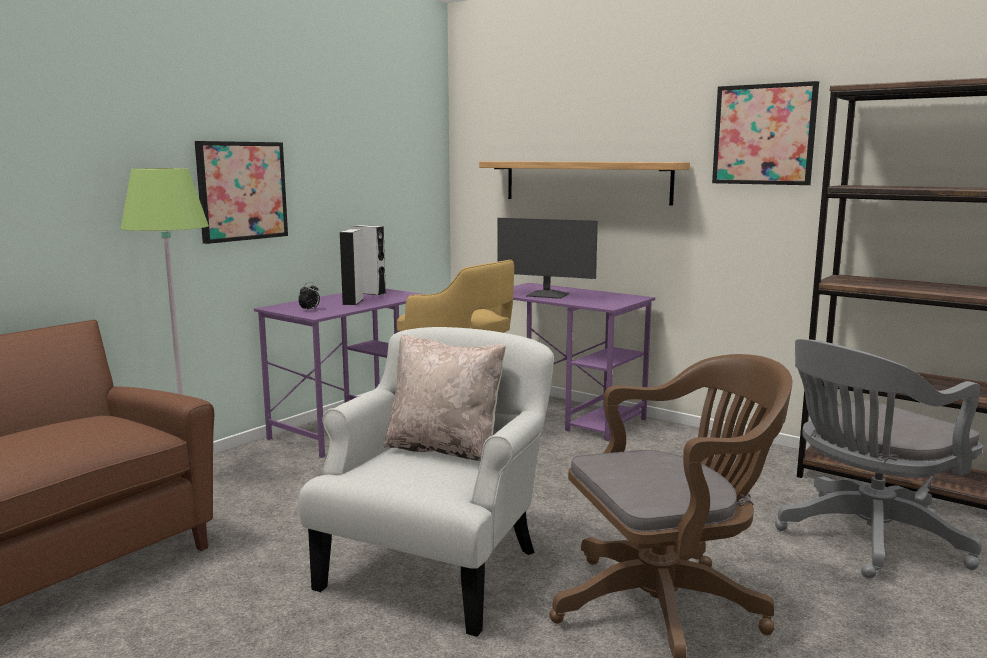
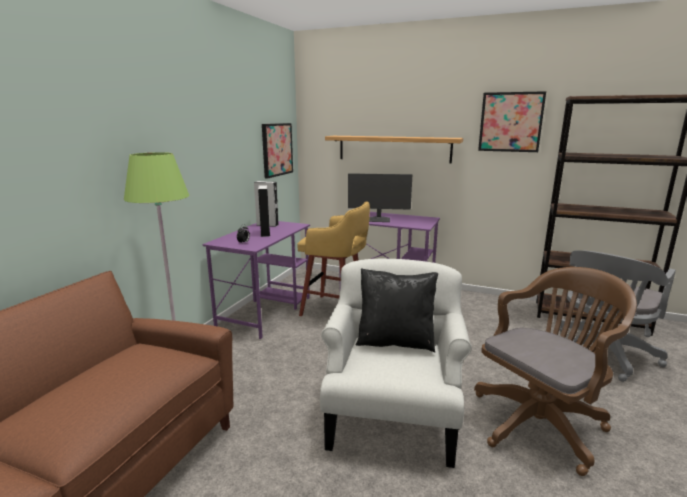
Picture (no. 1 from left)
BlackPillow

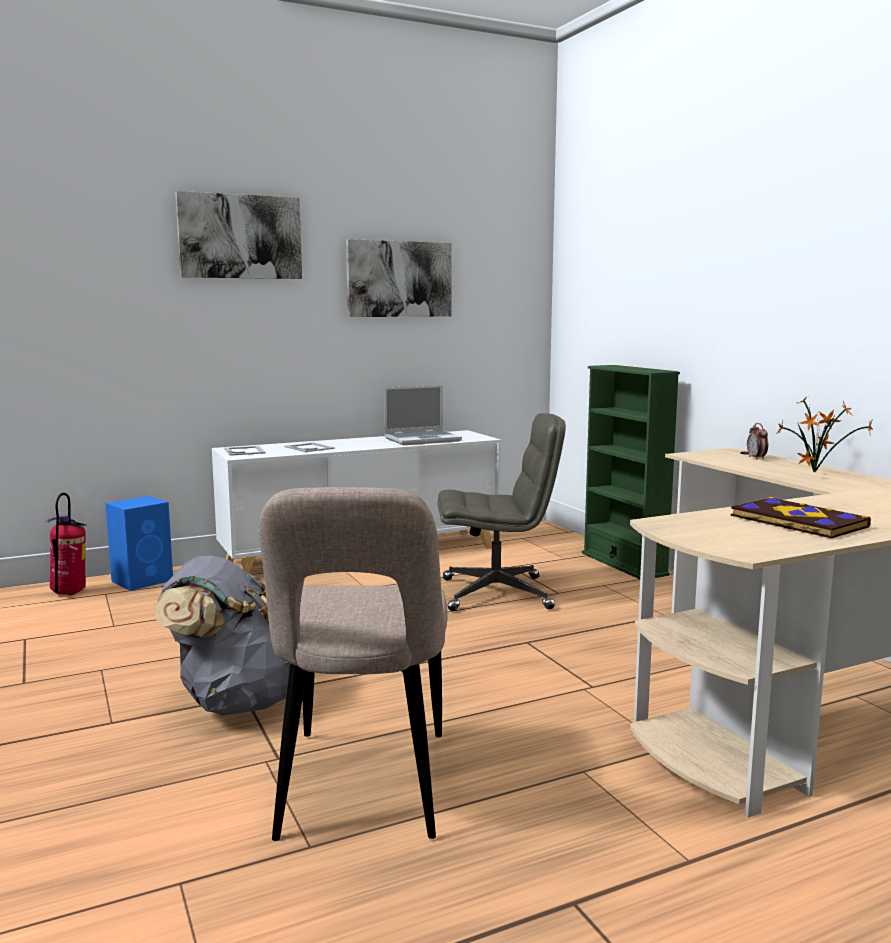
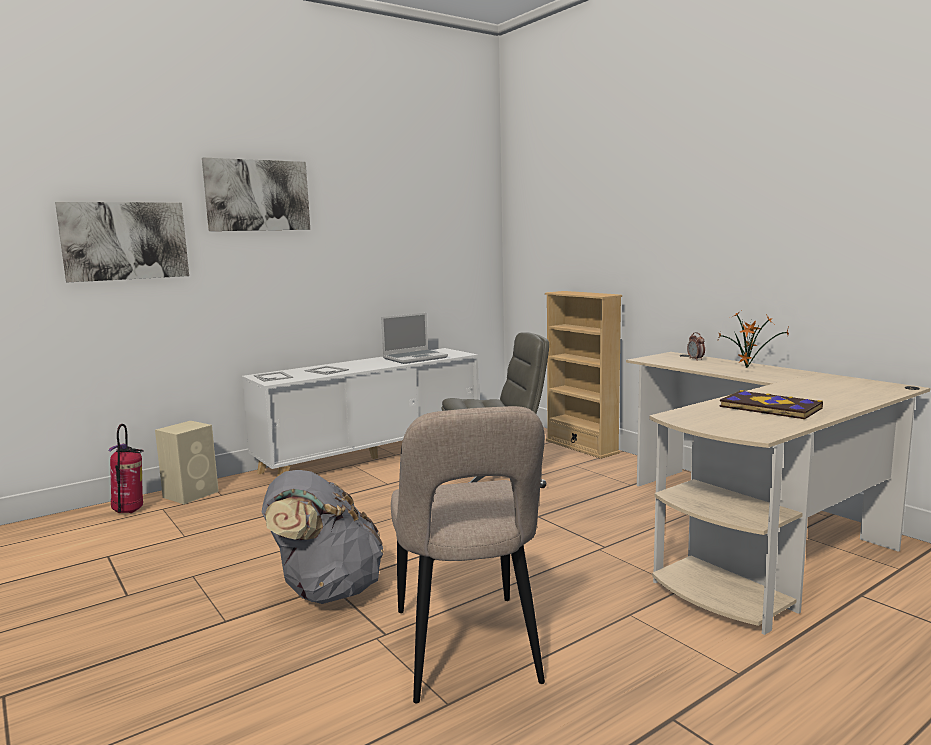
Picture (no. 1 from left)
BeigeBookcase
BeigeSpeaker

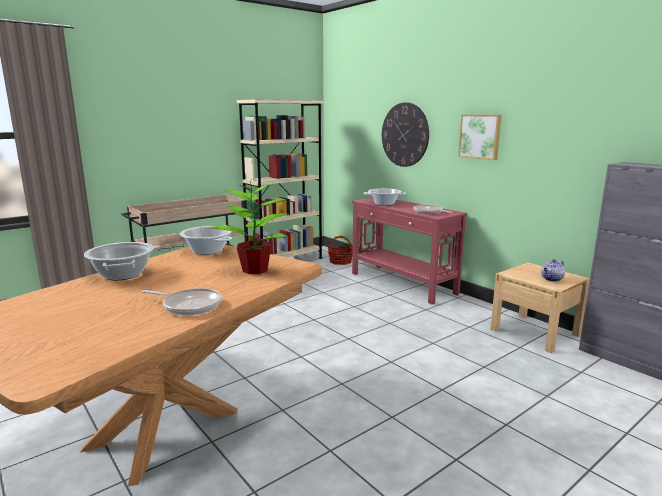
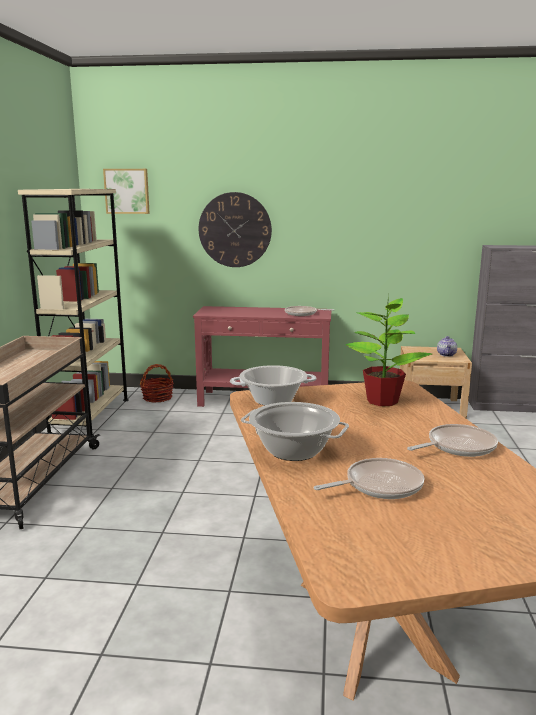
Picture
CookingPot (no. 3 from left in the first image)
FryingPan (no. 2 from left)

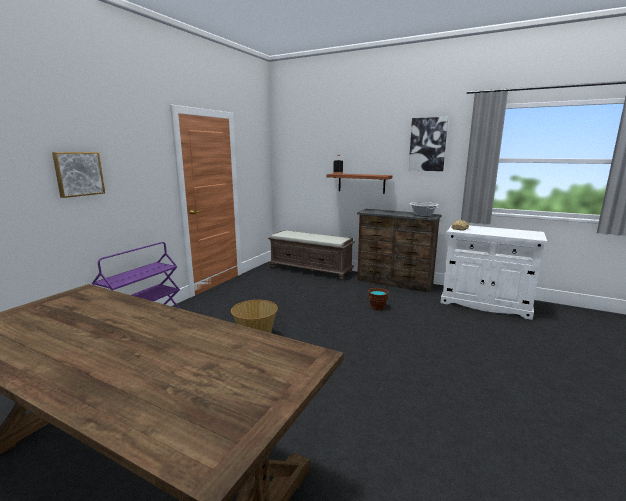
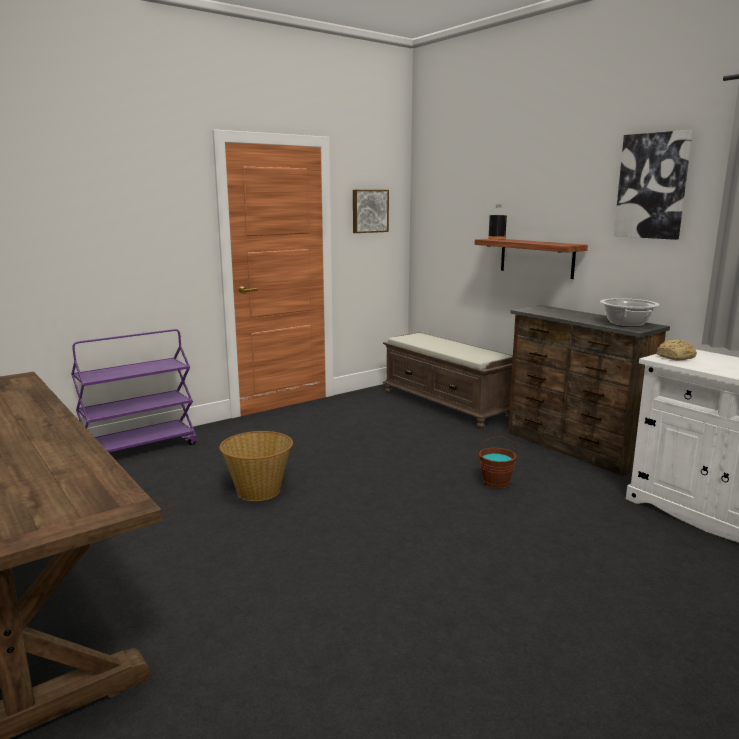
Picture (no. 1 from left)

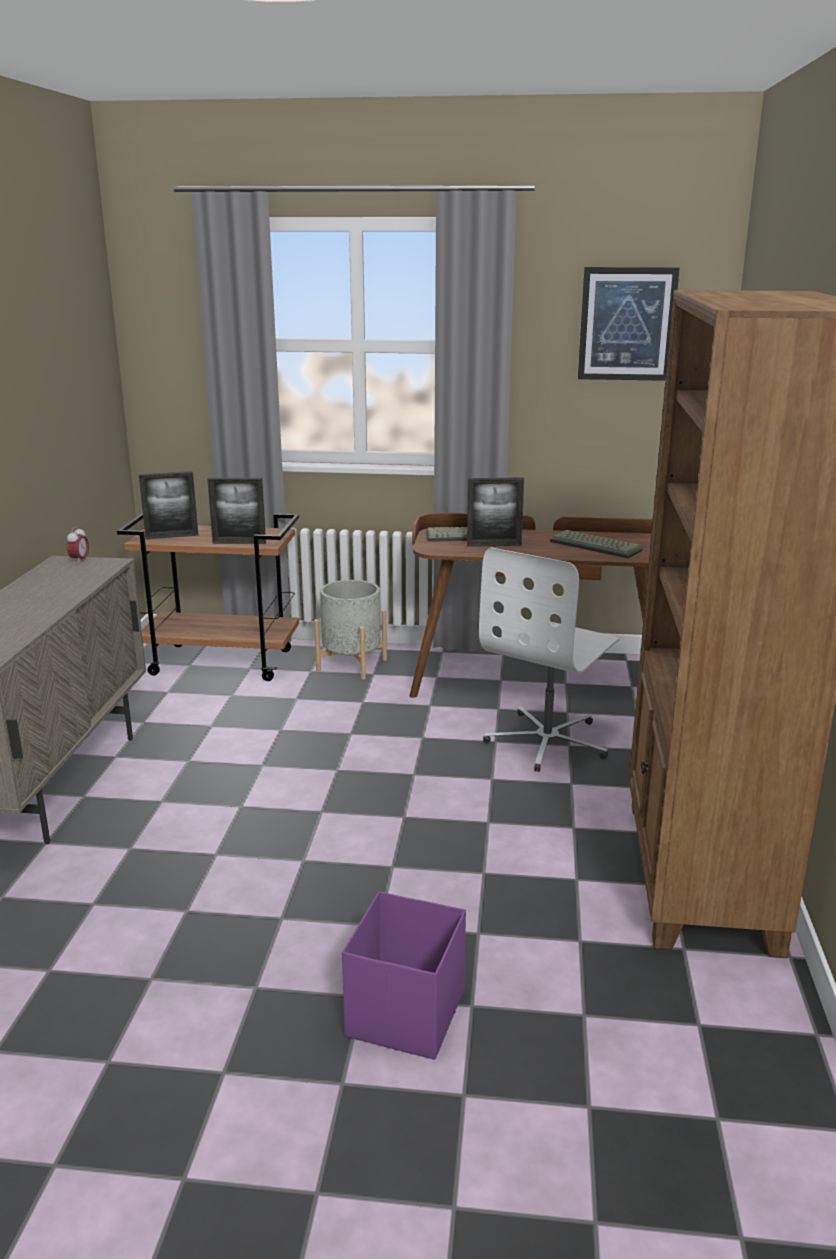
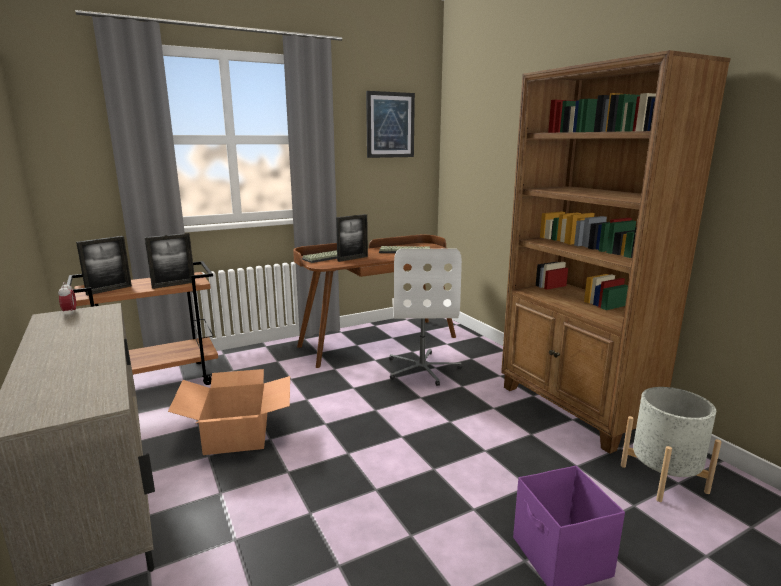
GreyPlanter
CardboardBox

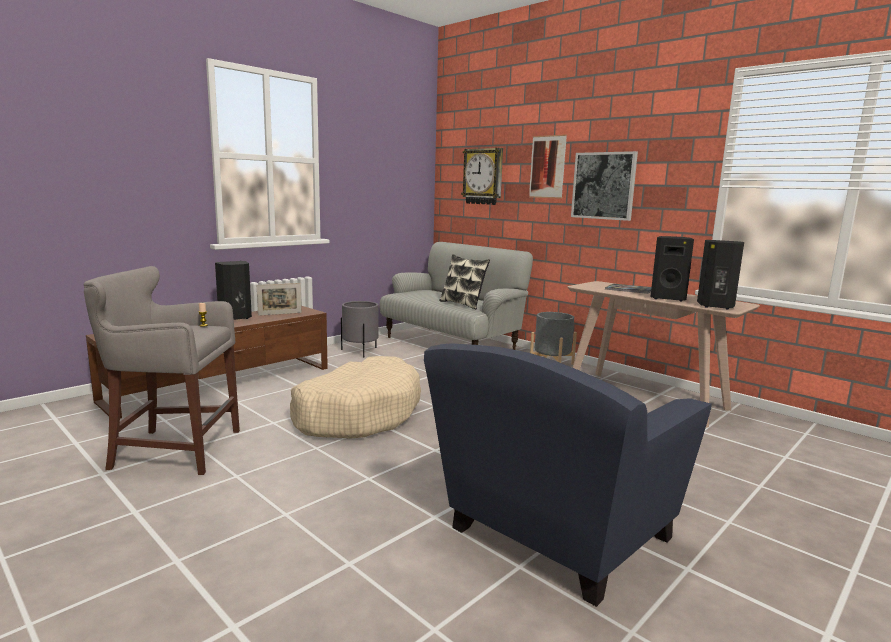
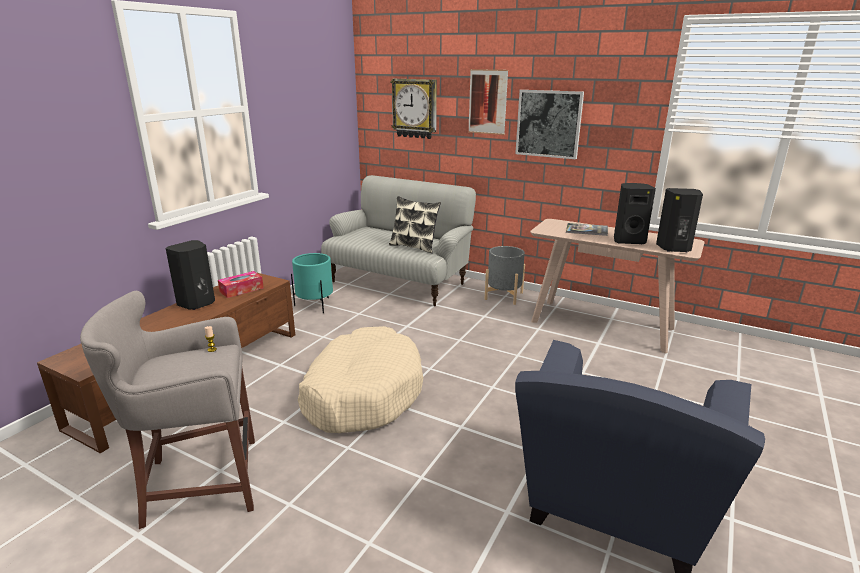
TissueBox
TurquoisePlanter

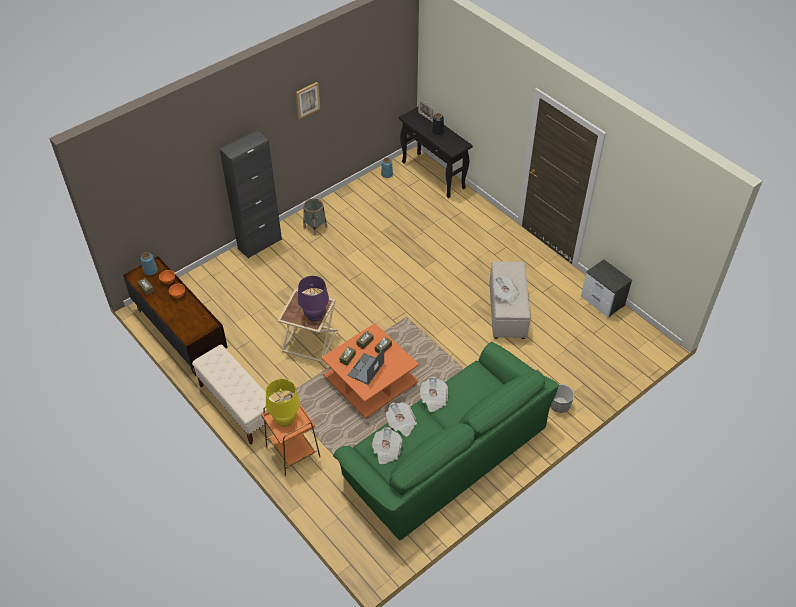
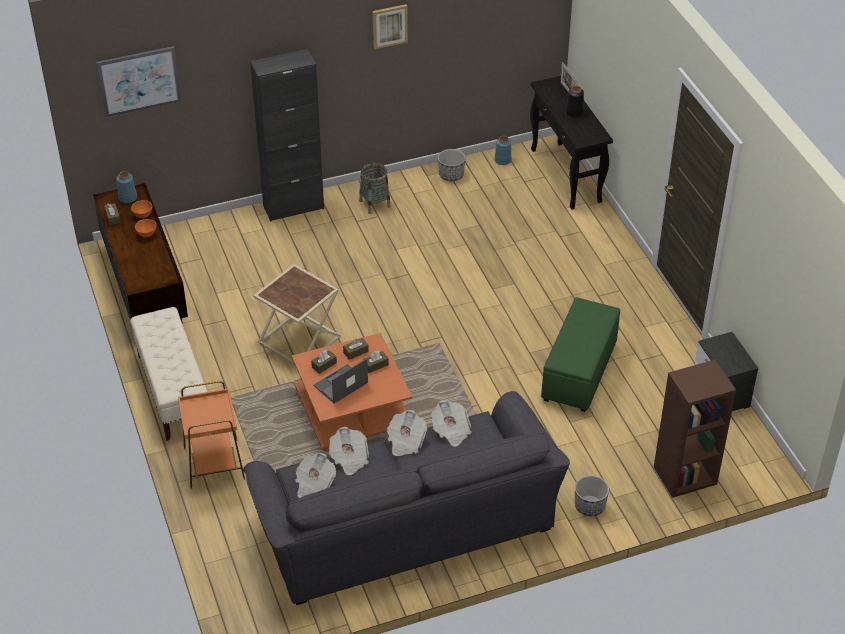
GreenOttoman
PurpleTableLamp
Newspaper (no. 4 from left)
GreySofa
YellowTableLamp
Picture (no. 1 from left)
Planter (no. 1 from left)
BrownBookcase

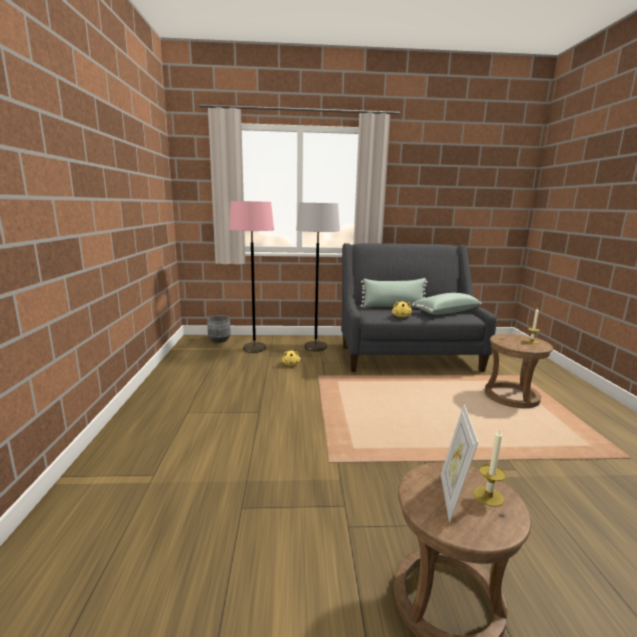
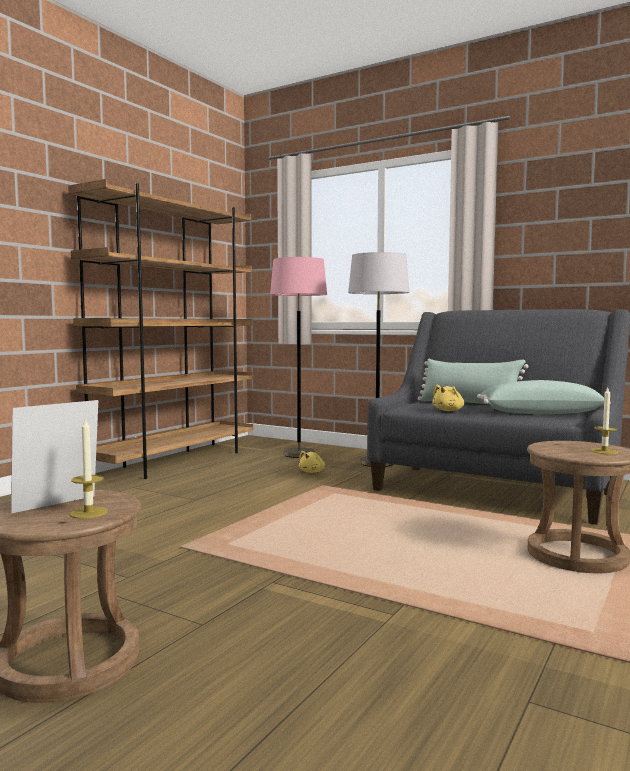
GreyPlanter
BrownBookcase

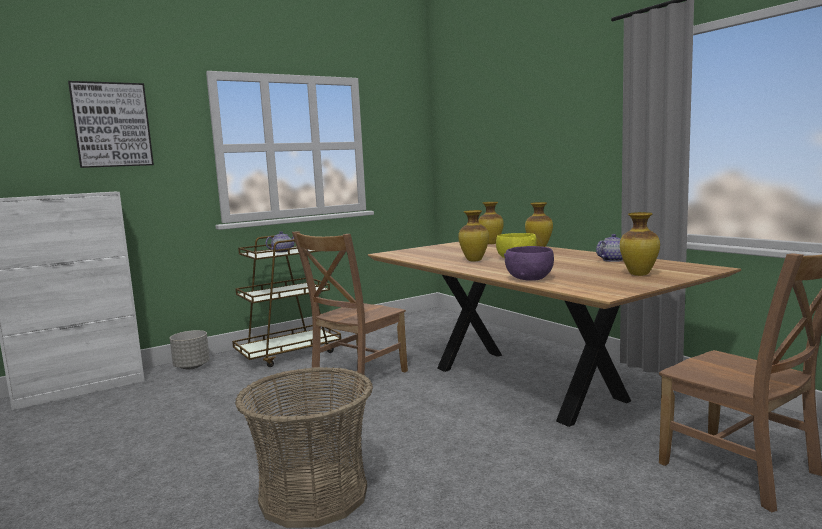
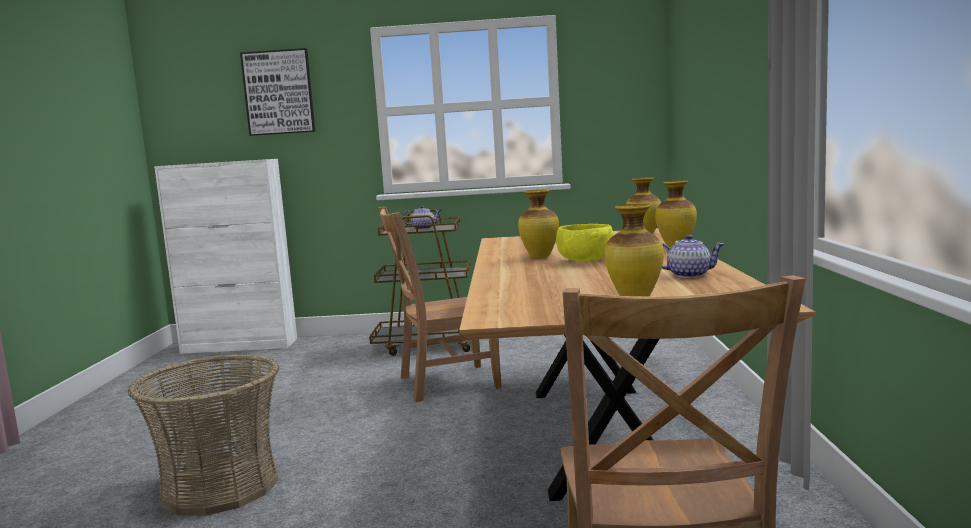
PurpleBowl
GreyPlanter

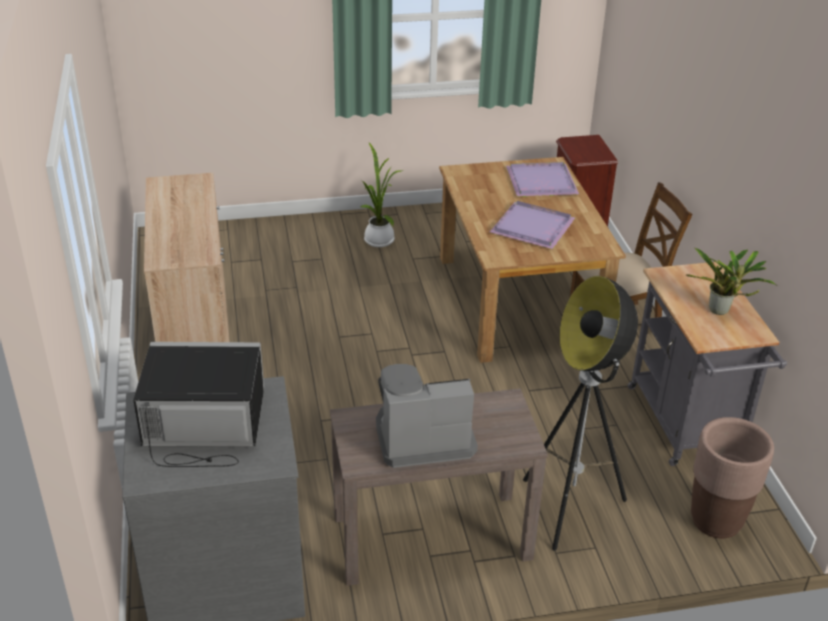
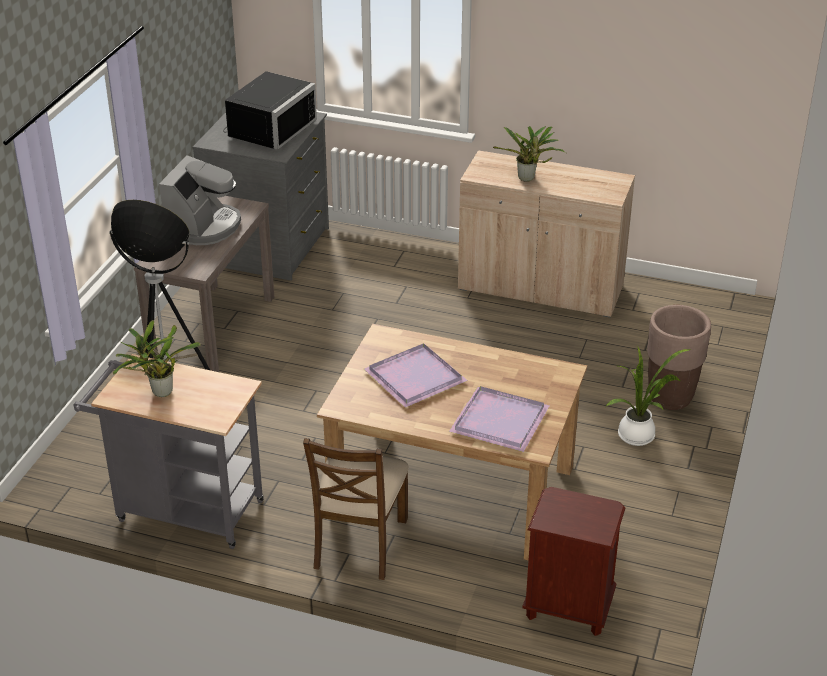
BrownPlanter
PottedPlant (no. 2 from left)

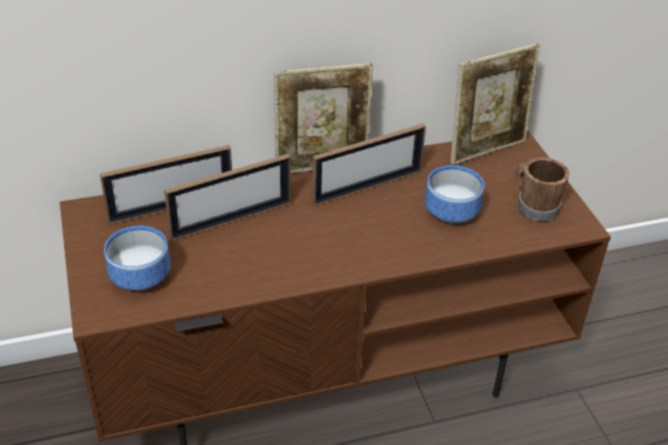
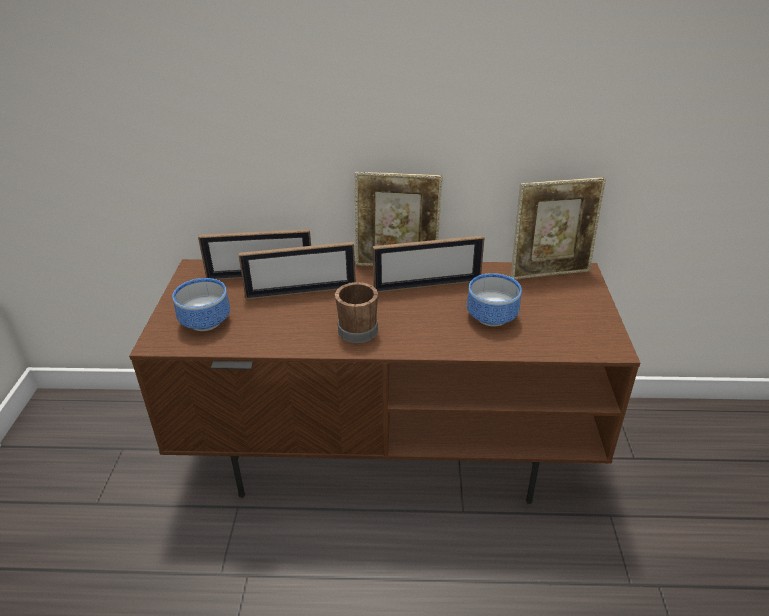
BrownMug

